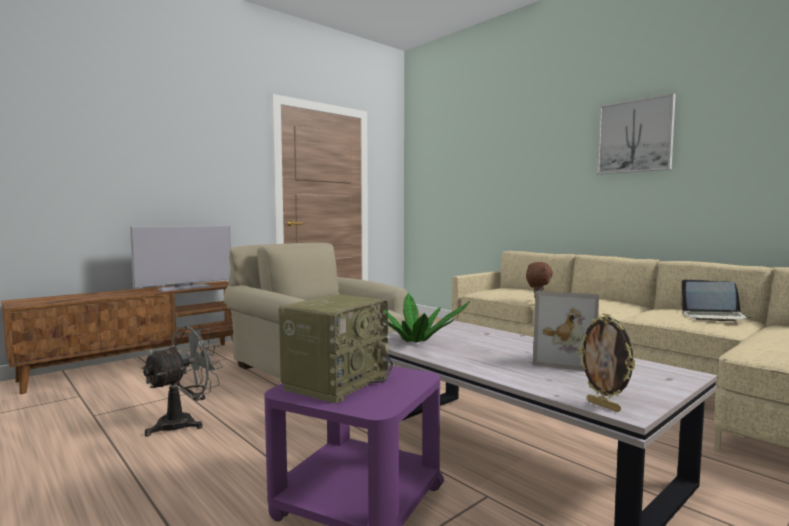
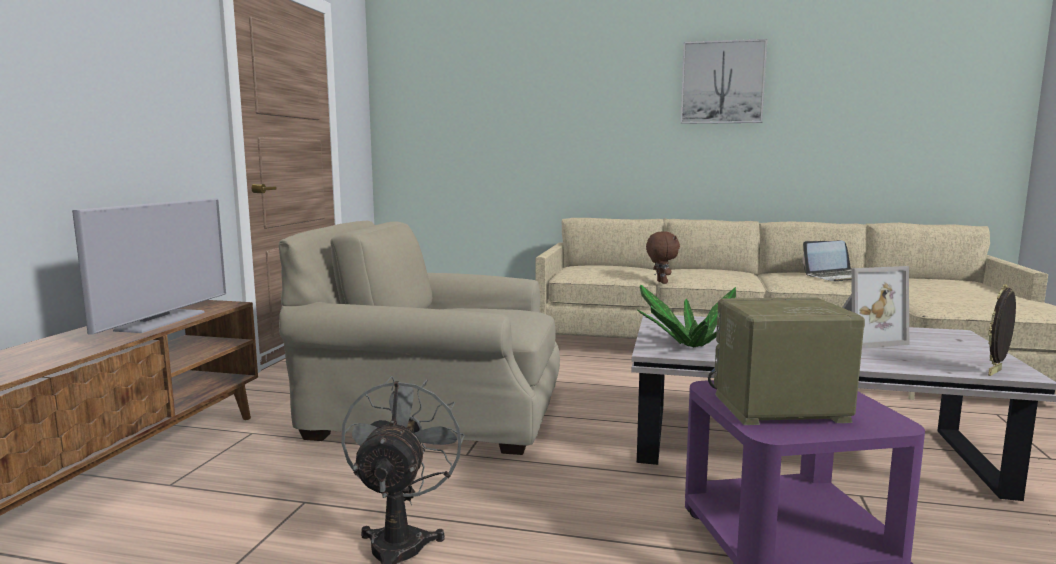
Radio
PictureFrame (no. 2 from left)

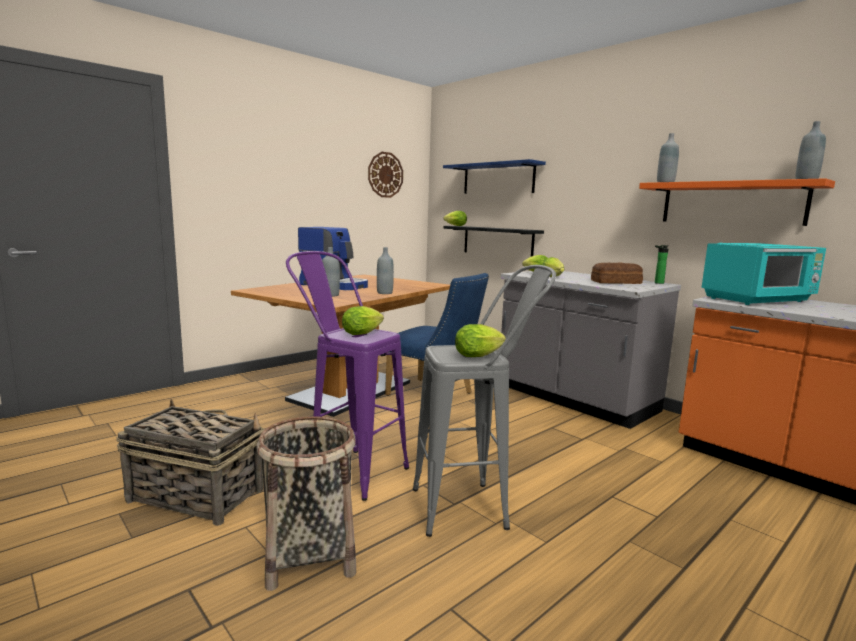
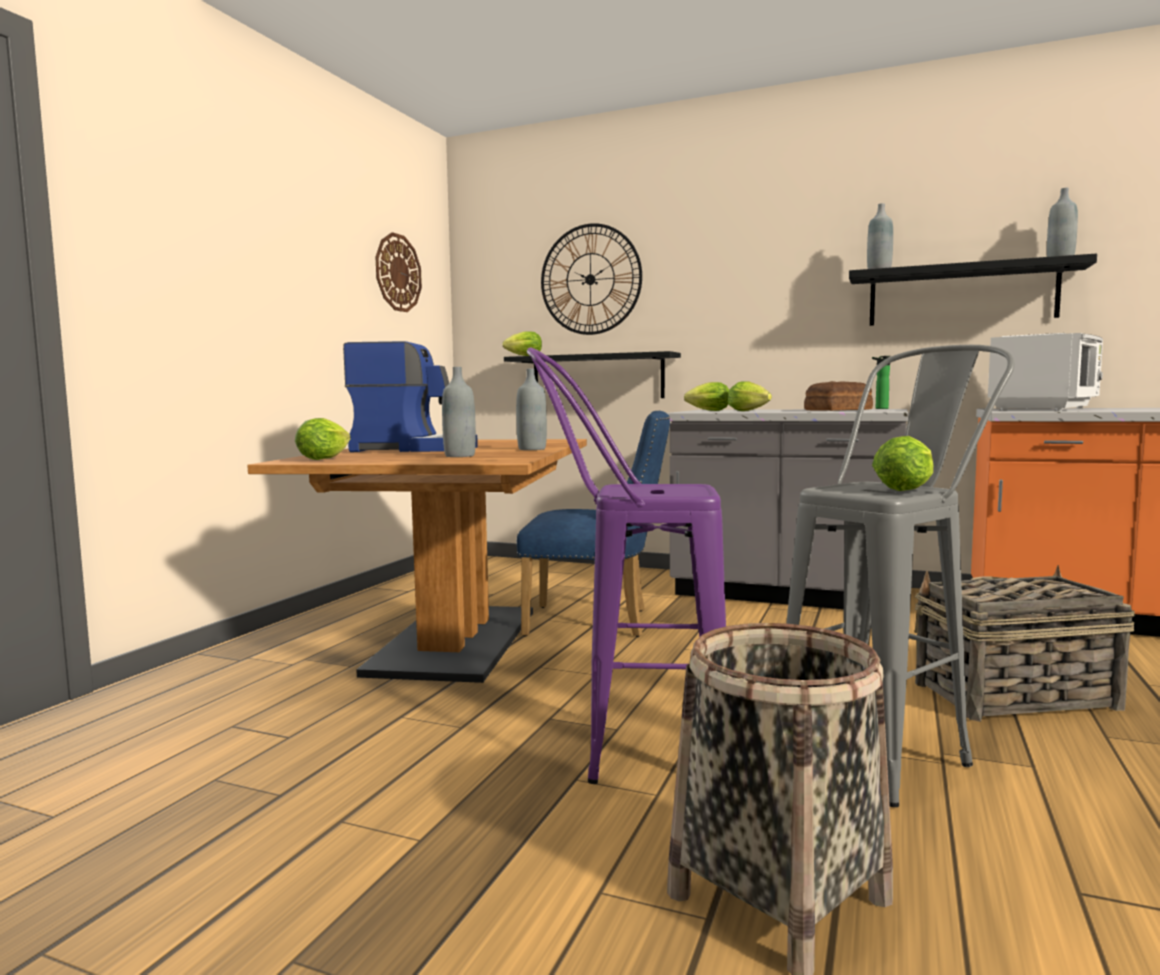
WallClock (no. 2 from left)
BlackShelf (no. 2 from left)
WhiteMicrowave
Lettuce (no. 1 from left)
Basket (no. 2 from left)

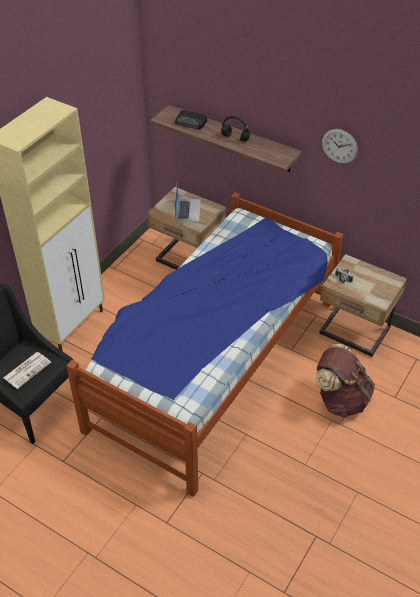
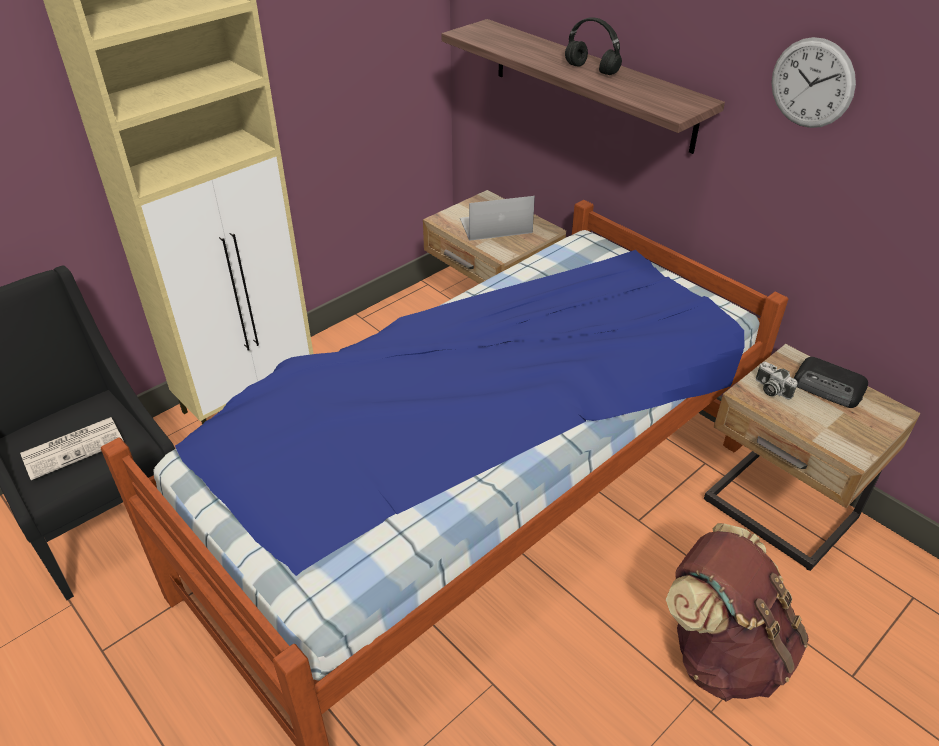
Radio
Laptop

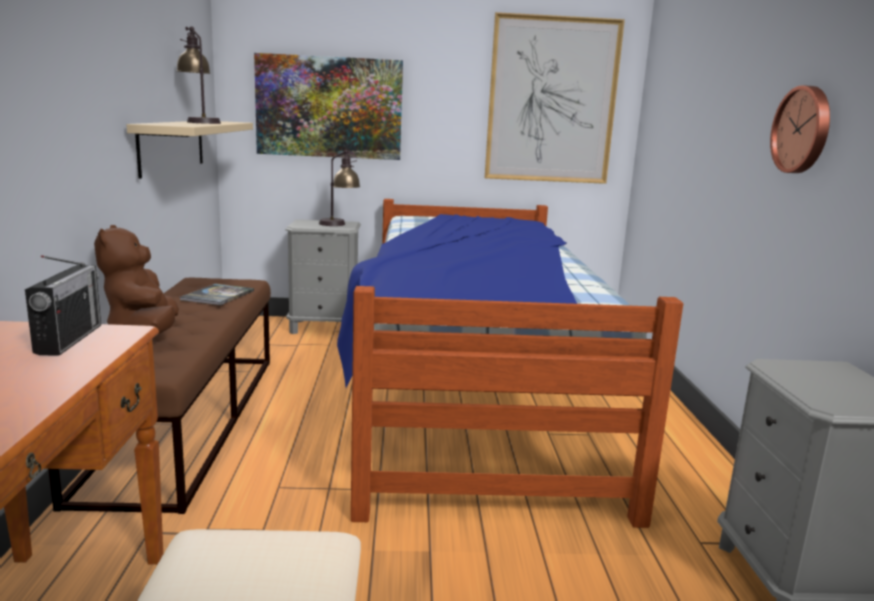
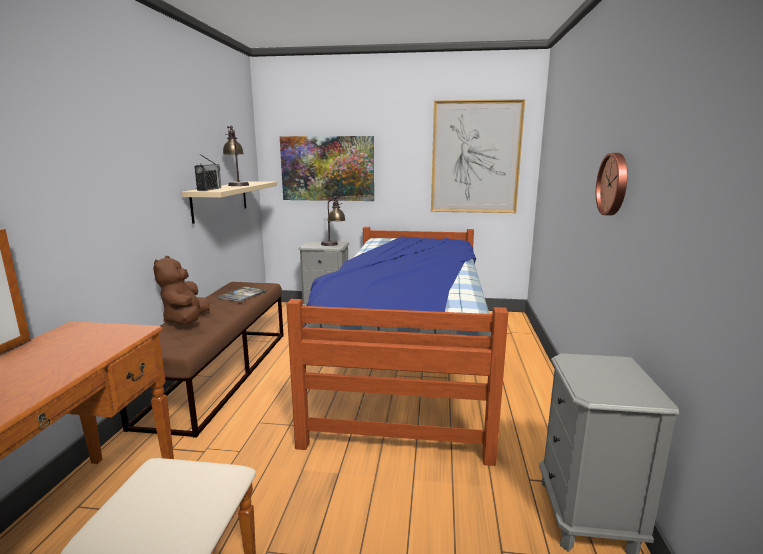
Radio

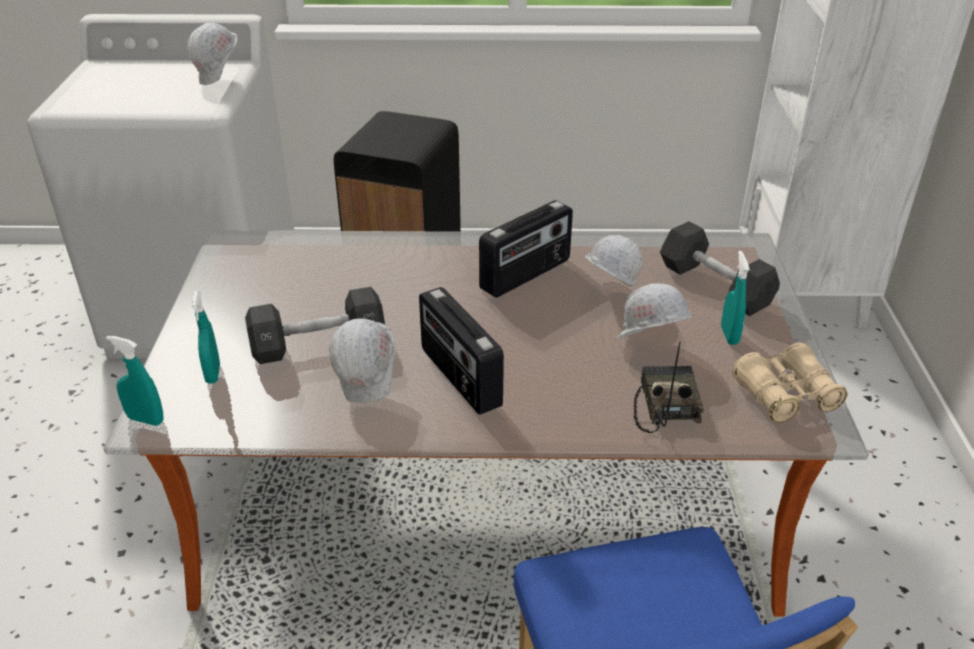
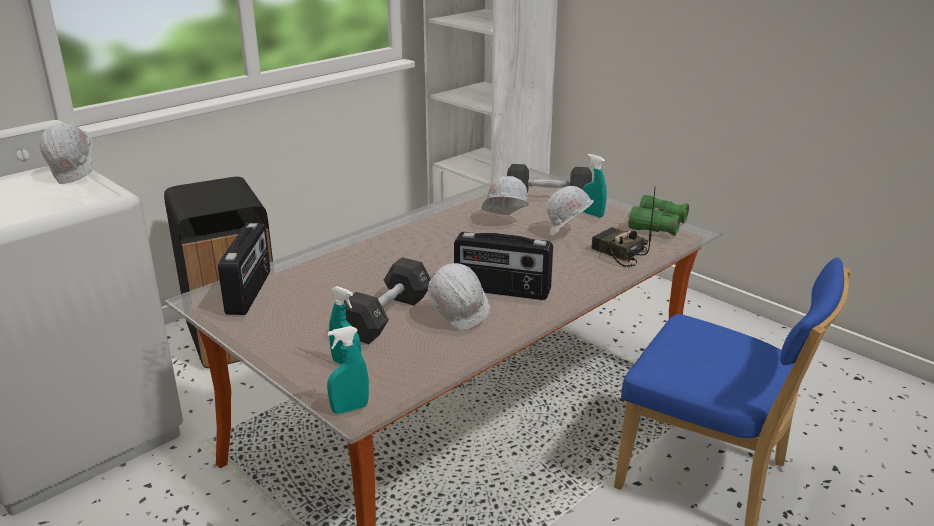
Radio (no. 1 from left)
GreenBinoculars

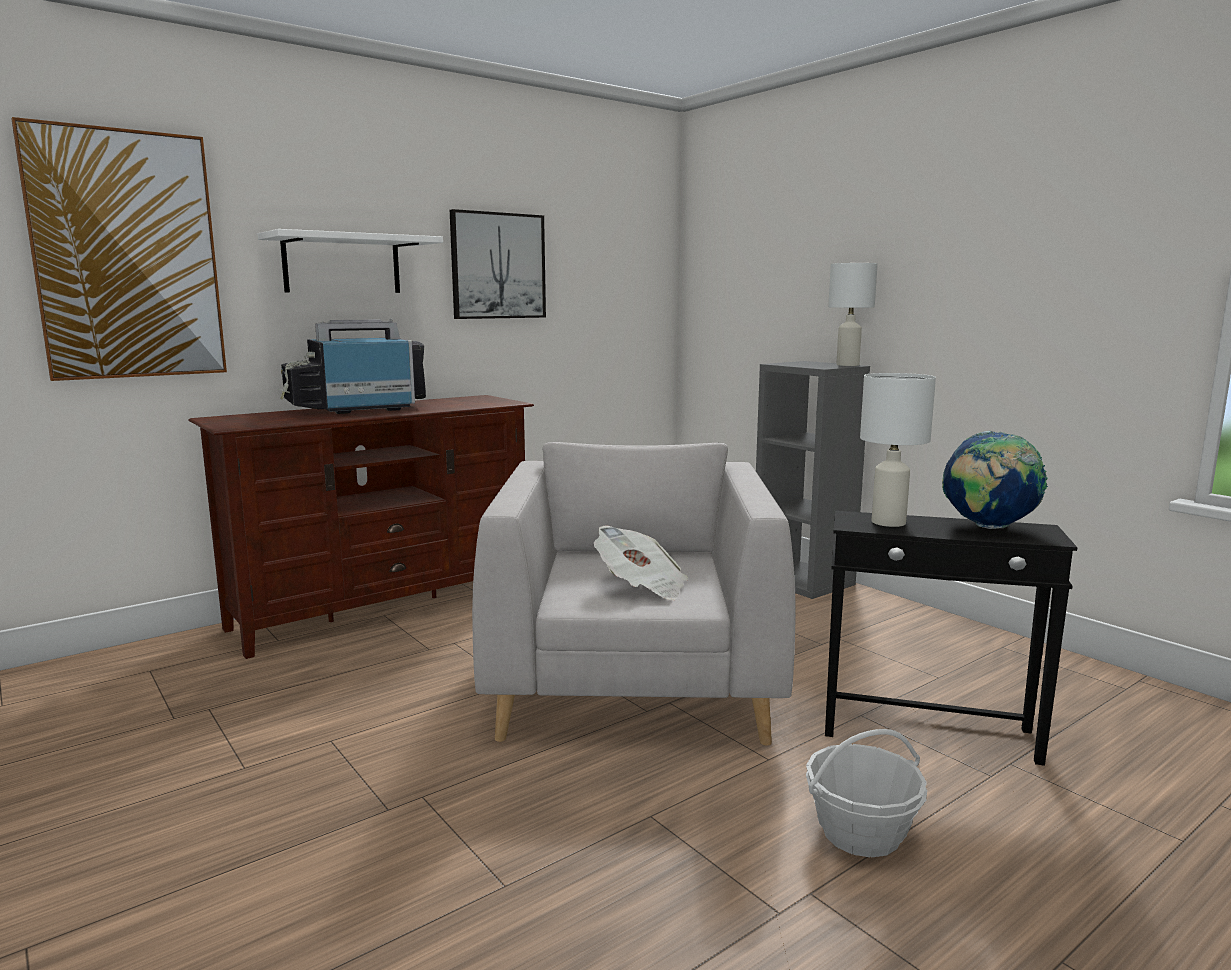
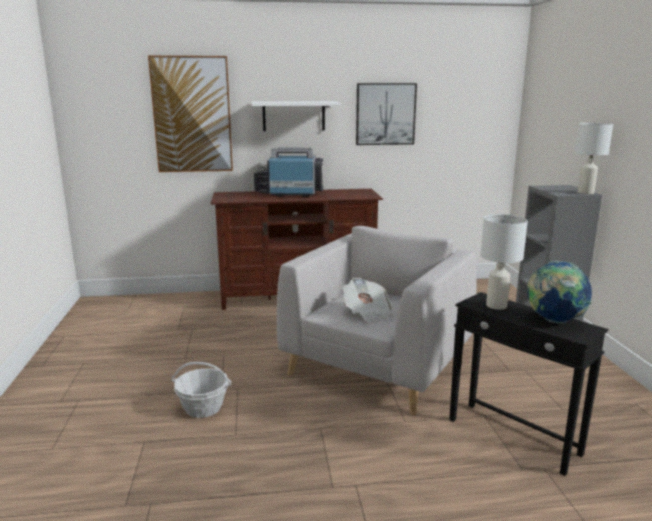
Basket

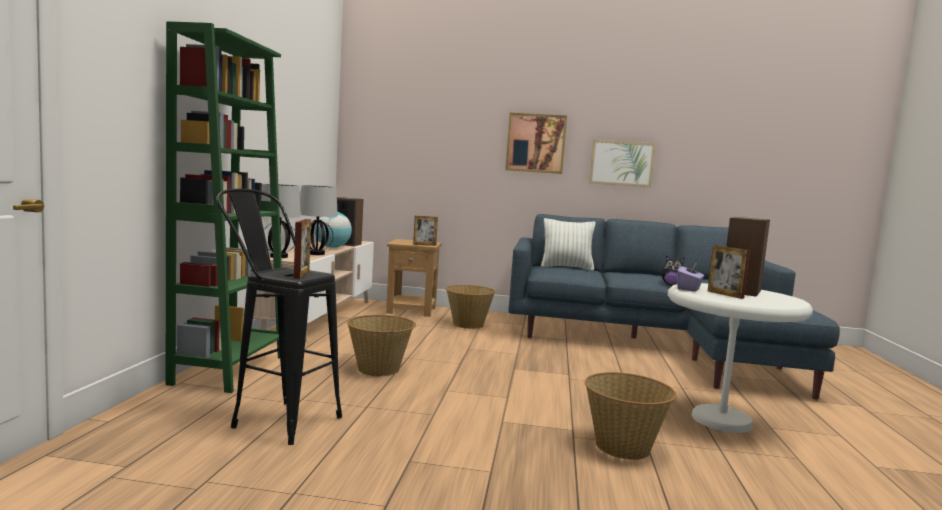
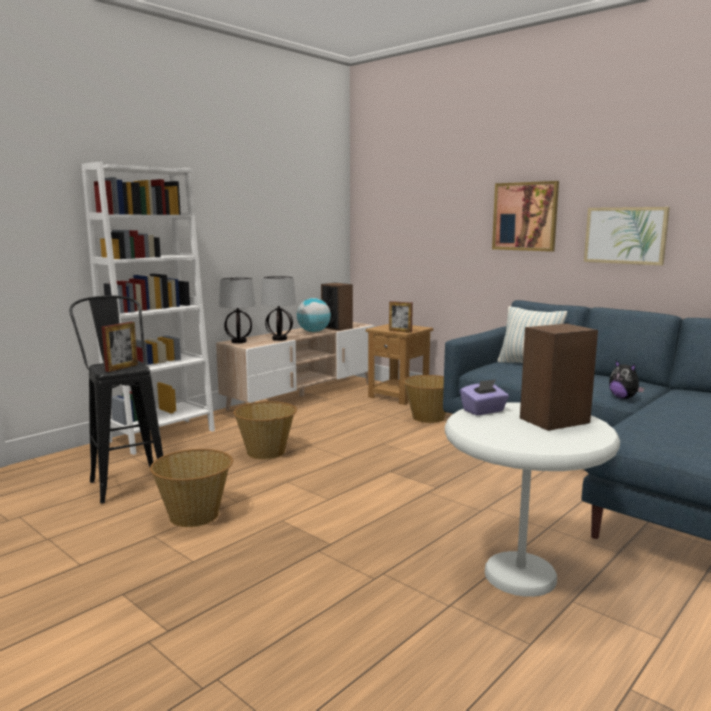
WhiteBookcase
PictureFrame (no. 3 from left in the first image)
Basket (no. 1 from left)

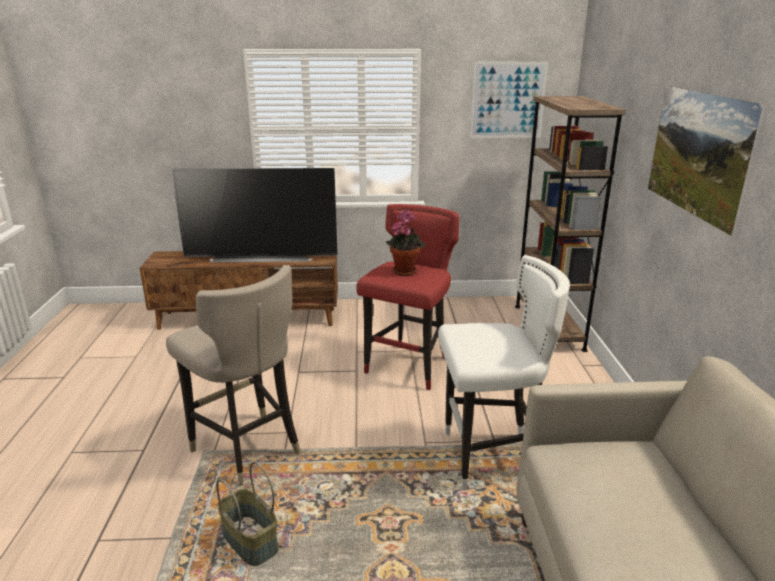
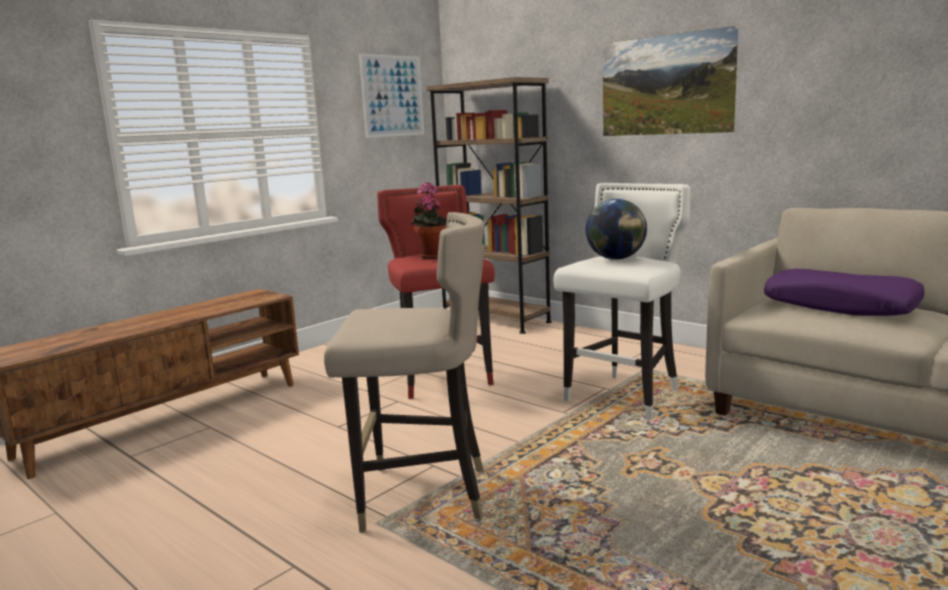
Television
Basket
Globe
PurplePillow

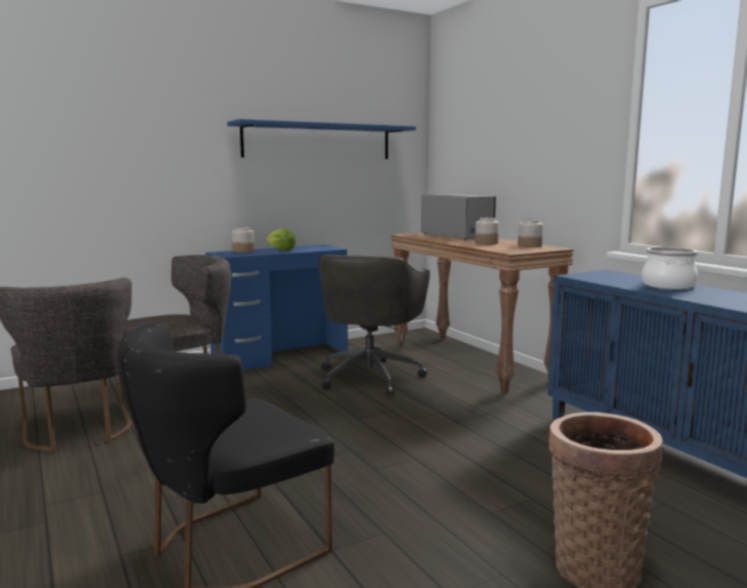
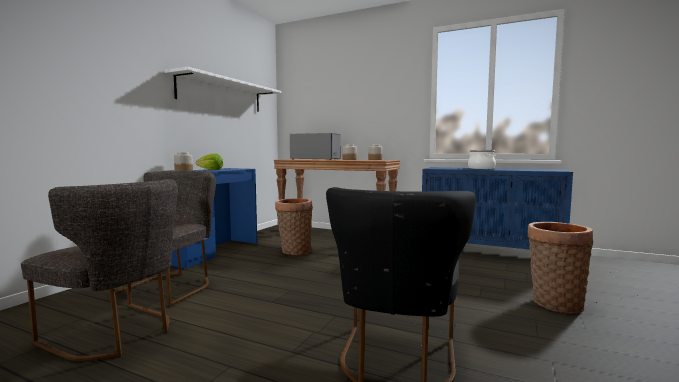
WhiteShelf
Basket (no. 1 from left)

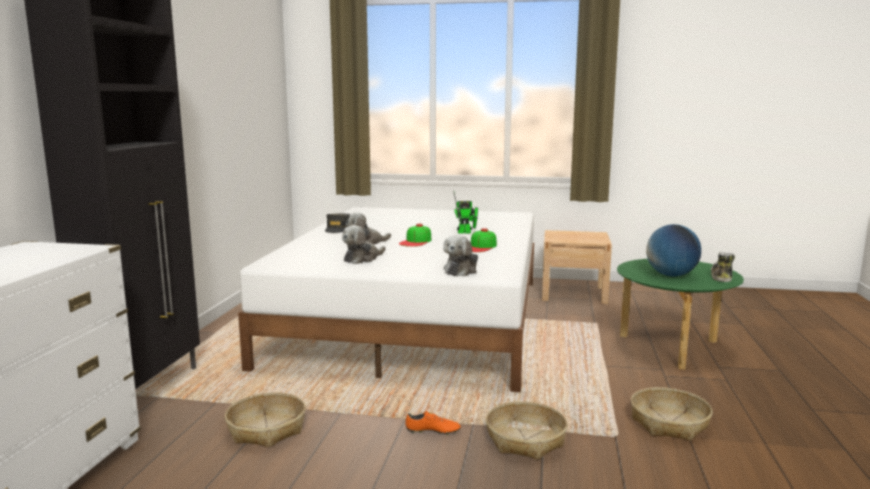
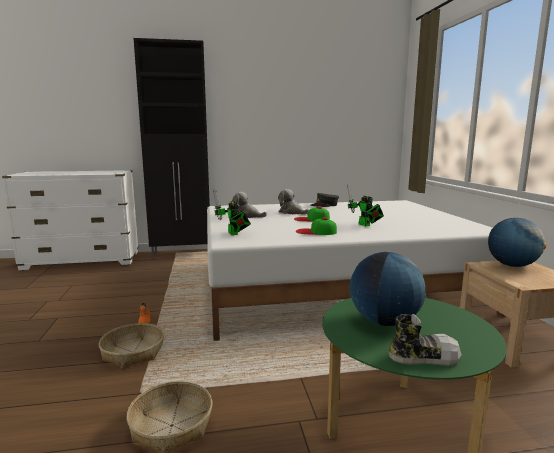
ToyRobot (no. 1 from left)
Basket (no. 1 from left in the first image)
Globe (no. 2 from left)

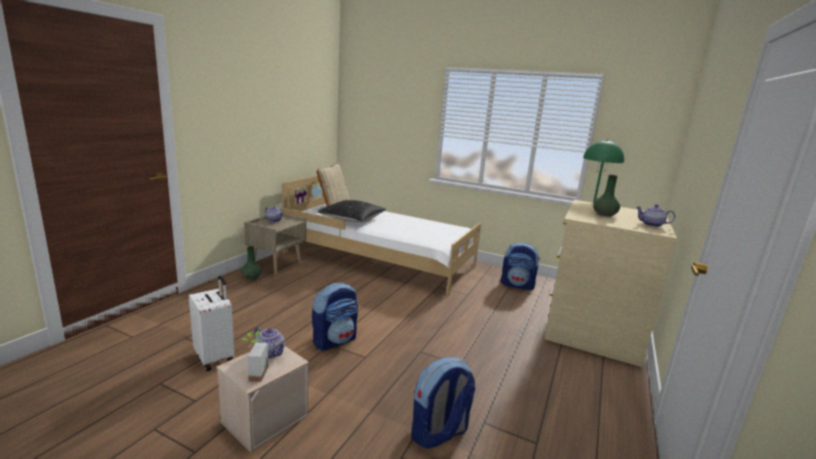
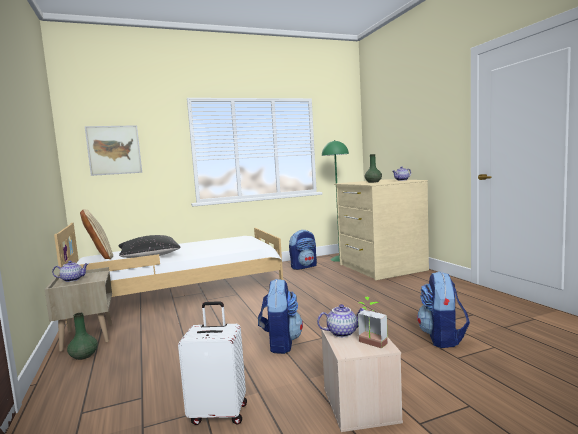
Picture

